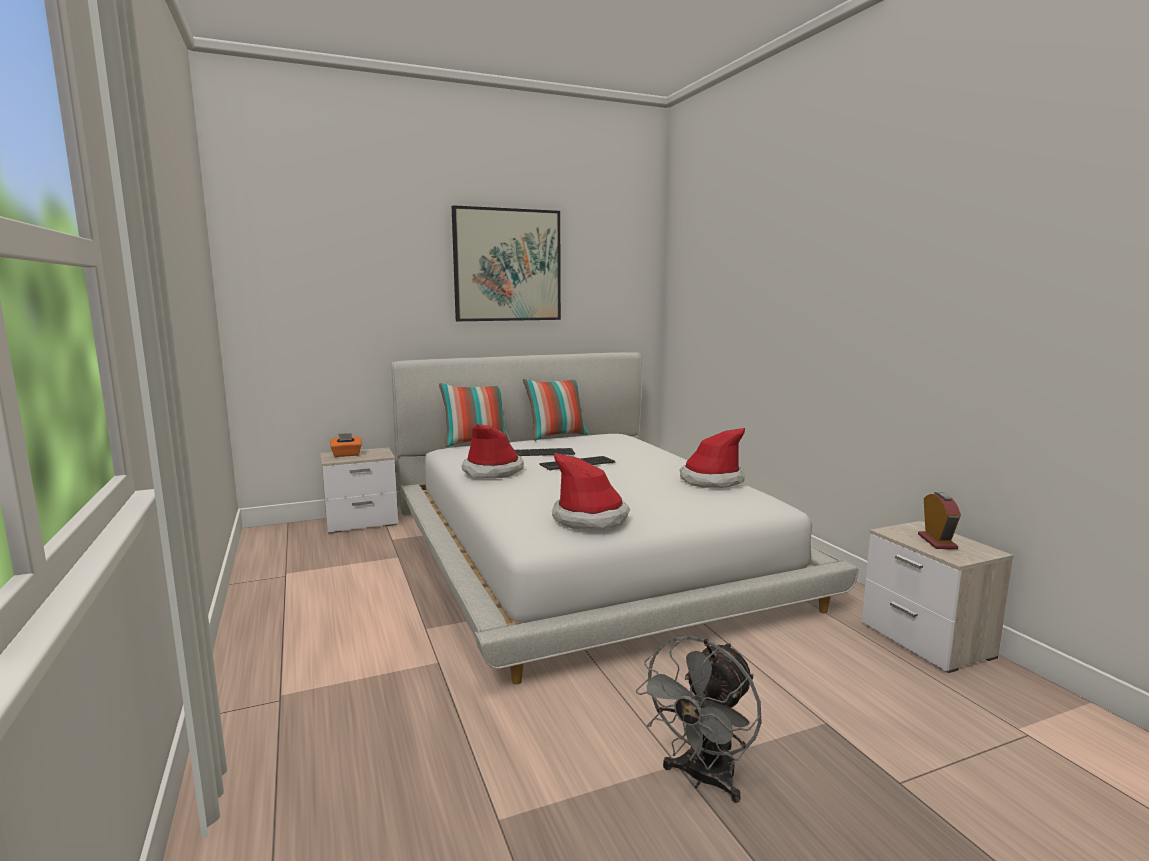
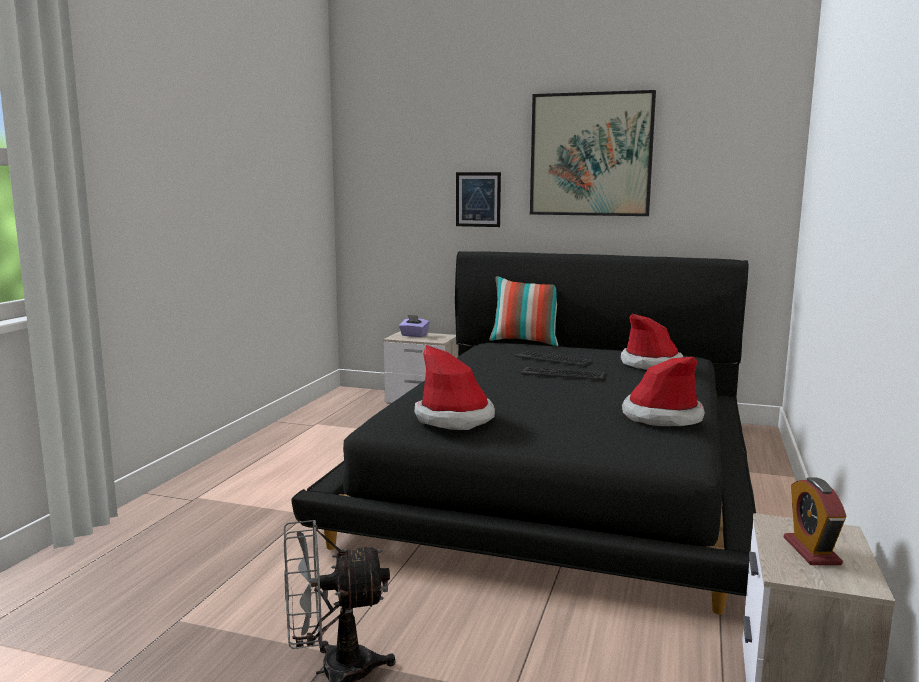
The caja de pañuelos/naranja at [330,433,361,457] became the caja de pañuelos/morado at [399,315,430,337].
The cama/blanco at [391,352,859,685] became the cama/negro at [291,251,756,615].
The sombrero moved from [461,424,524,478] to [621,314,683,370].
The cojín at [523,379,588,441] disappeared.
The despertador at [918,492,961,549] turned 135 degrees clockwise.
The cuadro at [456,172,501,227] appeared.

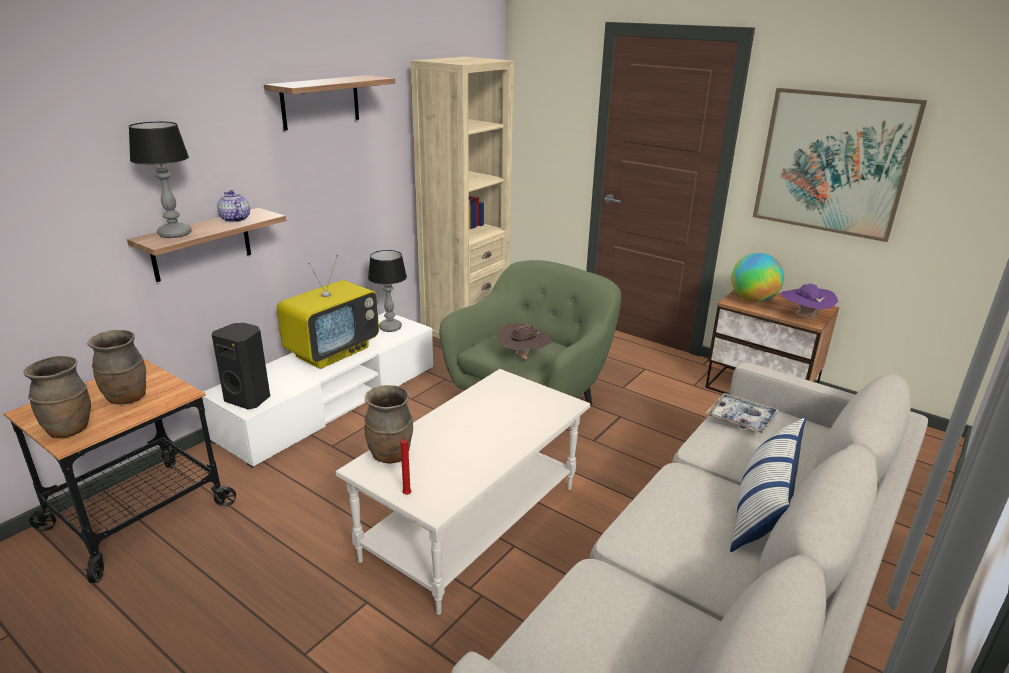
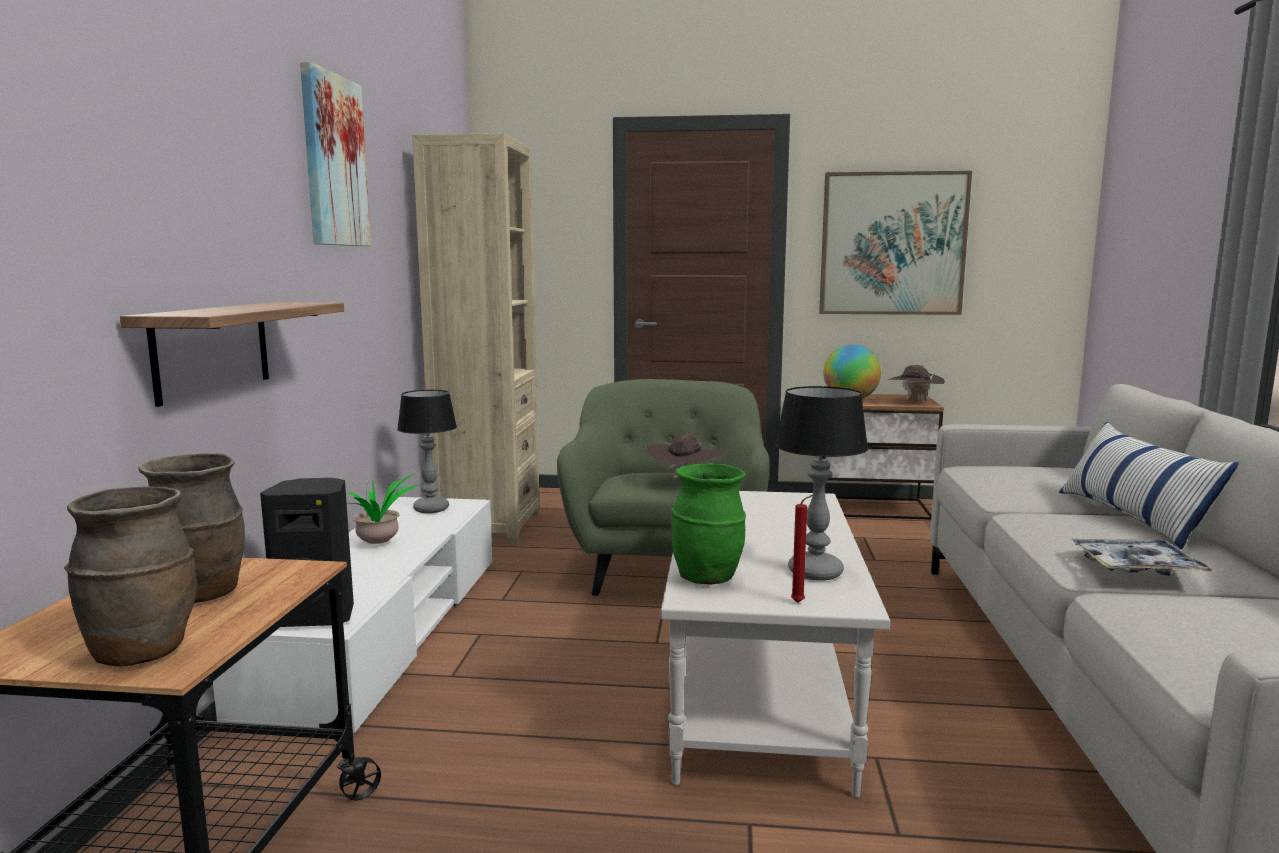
The lámpara de mesa moved from [129,121,192,238] to [775,386,868,581].
The tetera at [217,190,250,222] disappeared.
The estante at [264,75,395,131] was replaced by the cuadro at [300,62,371,246].
The televisor at [277,255,379,369] was replaced by the planta en maceta at [346,474,420,544].
The florero/marrón at [364,385,413,464] became the florero/verde at [671,463,746,584].
The bandeja moved from [705,393,779,434] to [1071,539,1214,576].
The sombrero/morado at [780,284,838,319] became the sombrero/marrón at [887,365,945,403].

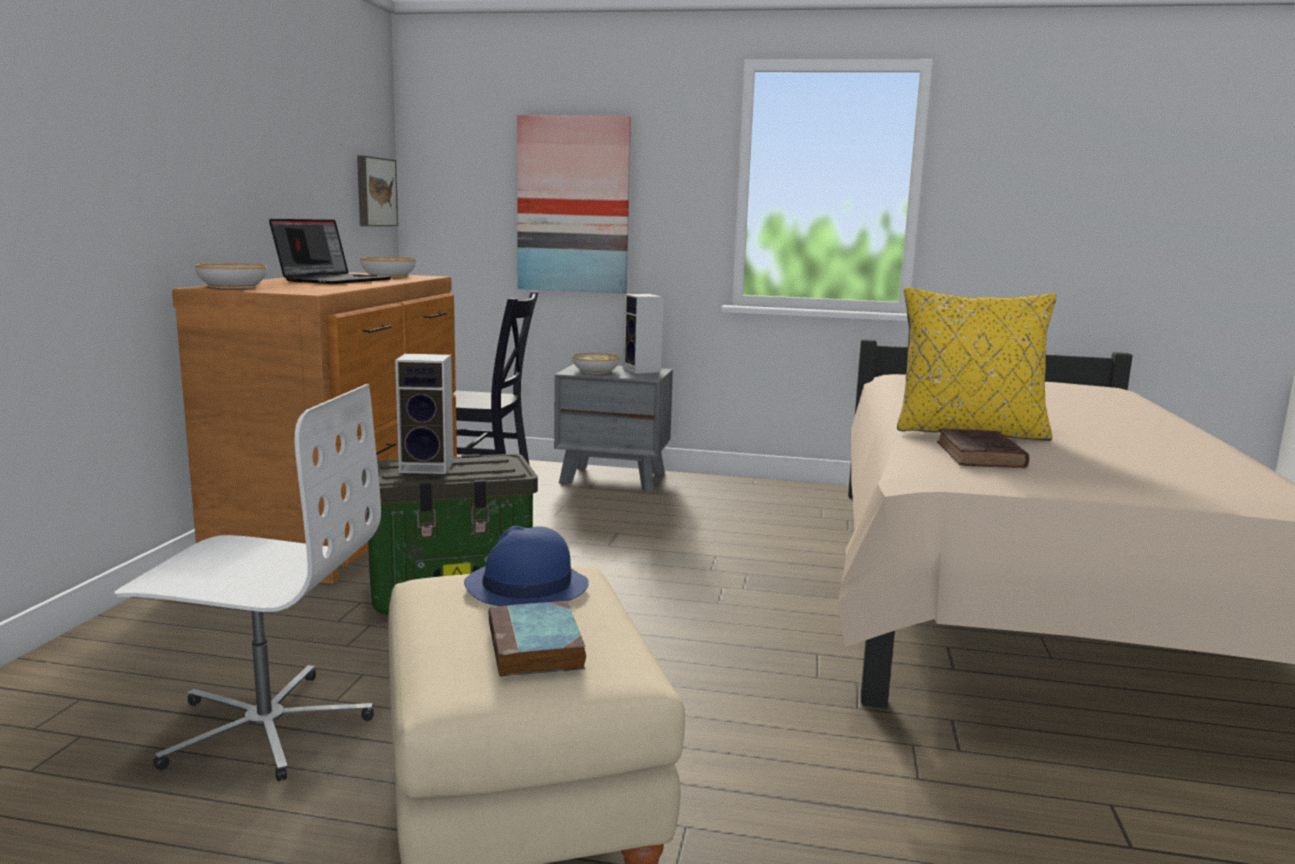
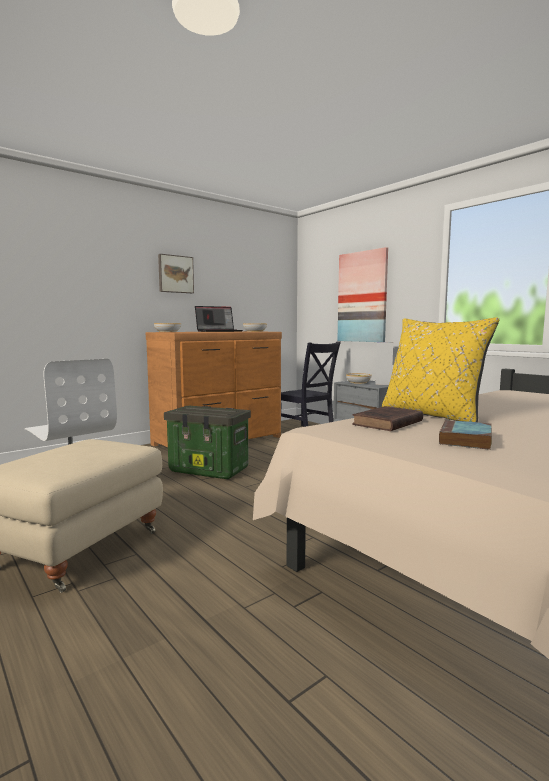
The cuadro moved from [357,155,398,226] to [158,254,194,293].
The altavoz at [395,354,453,474] disappeared.
The sombrero/azul at [464,526,589,606] disappeared.
The libro moved from [489,601,586,677] to [439,420,492,450].

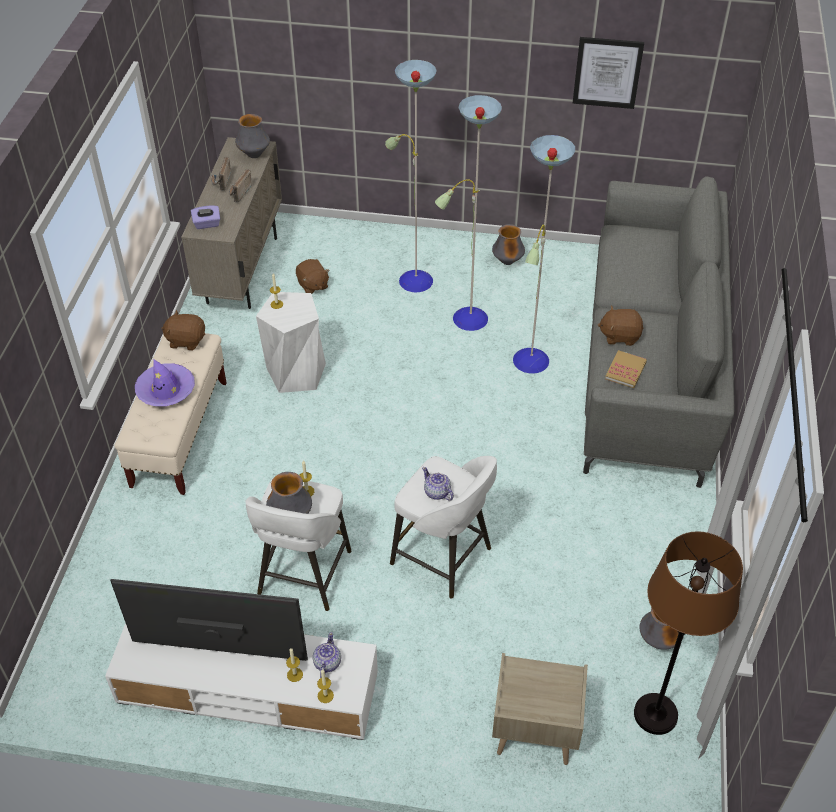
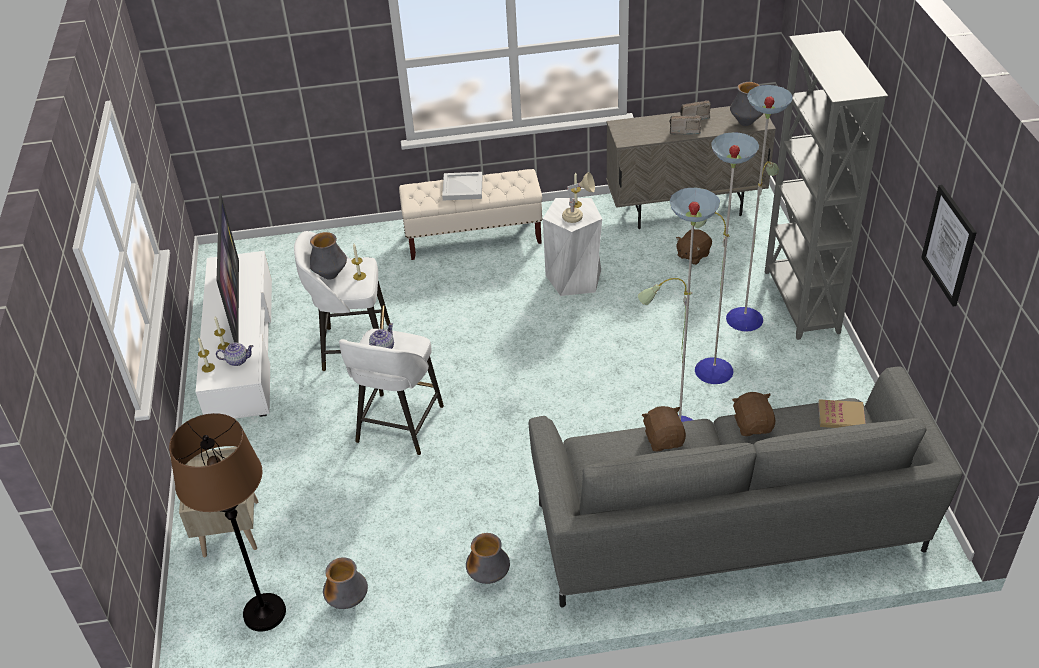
The sombrero/morado at [135,360,195,406] was replaced by the bandeja/blanco at [442,172,483,200].
The peluche/marrón moved from [161,310,205,351] to [732,392,775,436].
The caja de pañuelos/morado at [191,205,220,229] disappeared.
The florero moved from [492,224,525,265] to [466,533,510,584].
The libro moved from [605,350,647,388] to [818,399,866,428].
The lámpara de mesa/beis at [562,172,595,223] appeared.
The estantería/gris at [765,30,888,340] appeared.

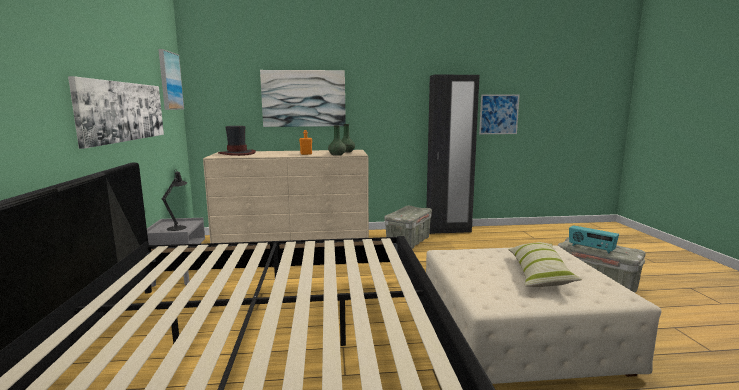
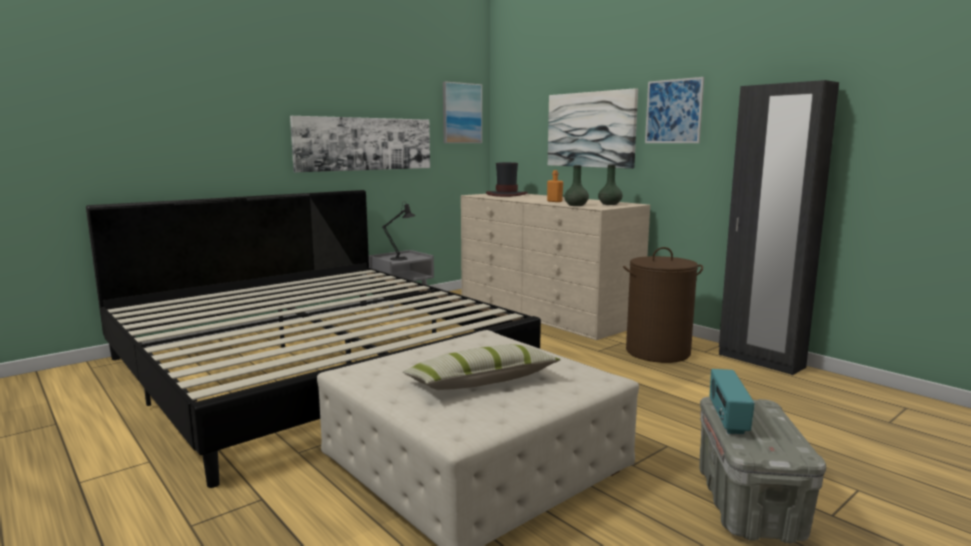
The caja de almacenaje/gris at [384,206,432,249] was replaced by the cesto de la ropa/marrón at [623,247,703,363].
The cuadro moved from [479,94,520,134] to [645,77,704,143].

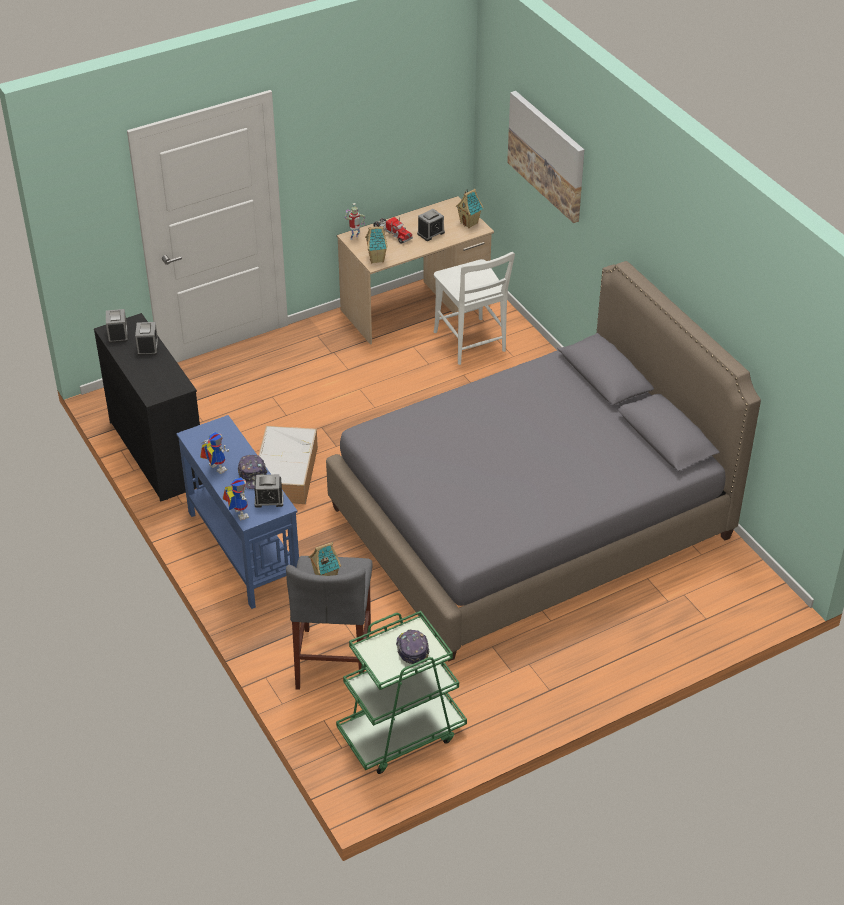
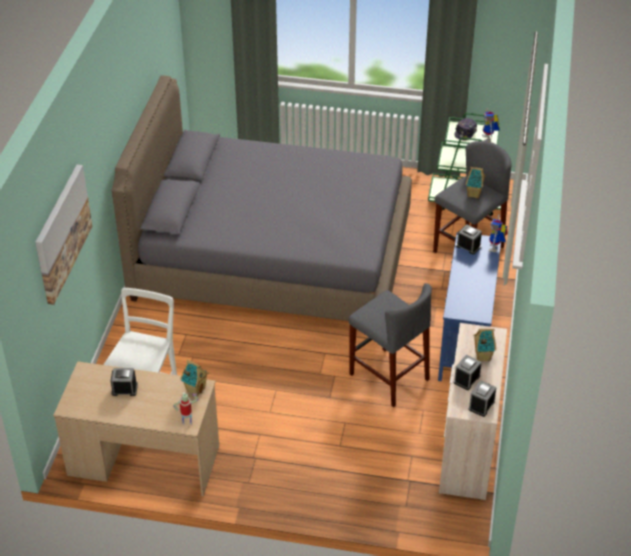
The cómoda/negro at [94,313,203,502] became the cómoda/beis at [439,323,507,500].
The robot de juguete moved from [200,432,229,474] to [482,108,499,142].
The gorra at [238,455,268,489] disappeared.
The caja de almacenaje at [258,426,318,504] was replaced by the taburete/gris at [349,283,432,407].
The camión de juguete at [373,217,413,244] disappeared.
The casita moved from [456,189,484,228] to [473,329,496,361].

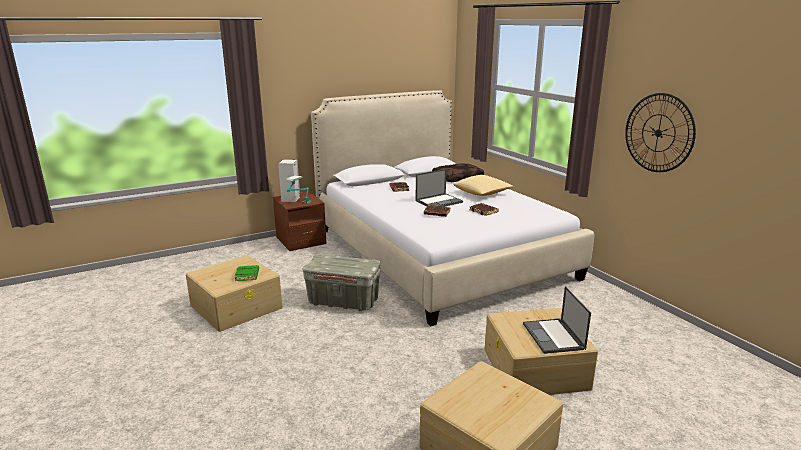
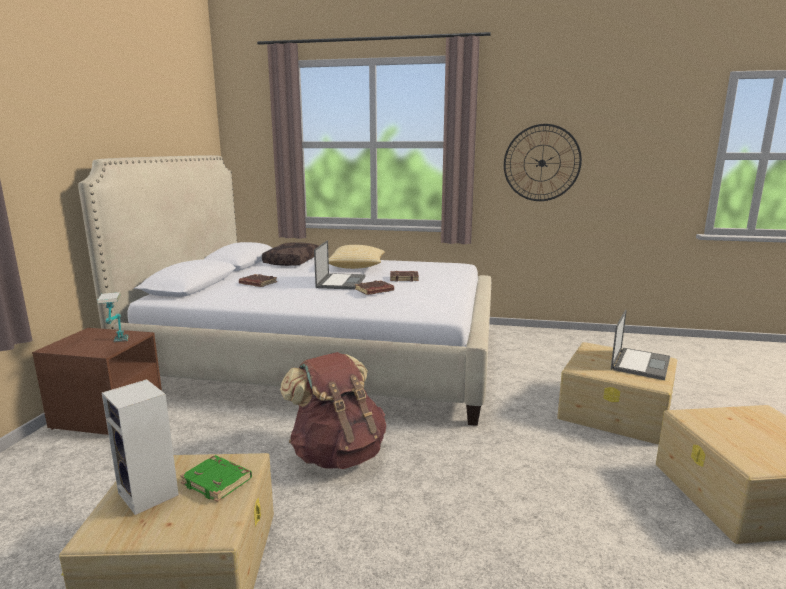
The altavoz moved from [278,159,300,202] to [102,379,179,515].
The caja de almacenaje/gris at [303,254,381,311] was replaced by the mochila/marrón at [280,352,386,469].
The portátil at [523,286,591,354] turned 90 degrees counterclockwise.

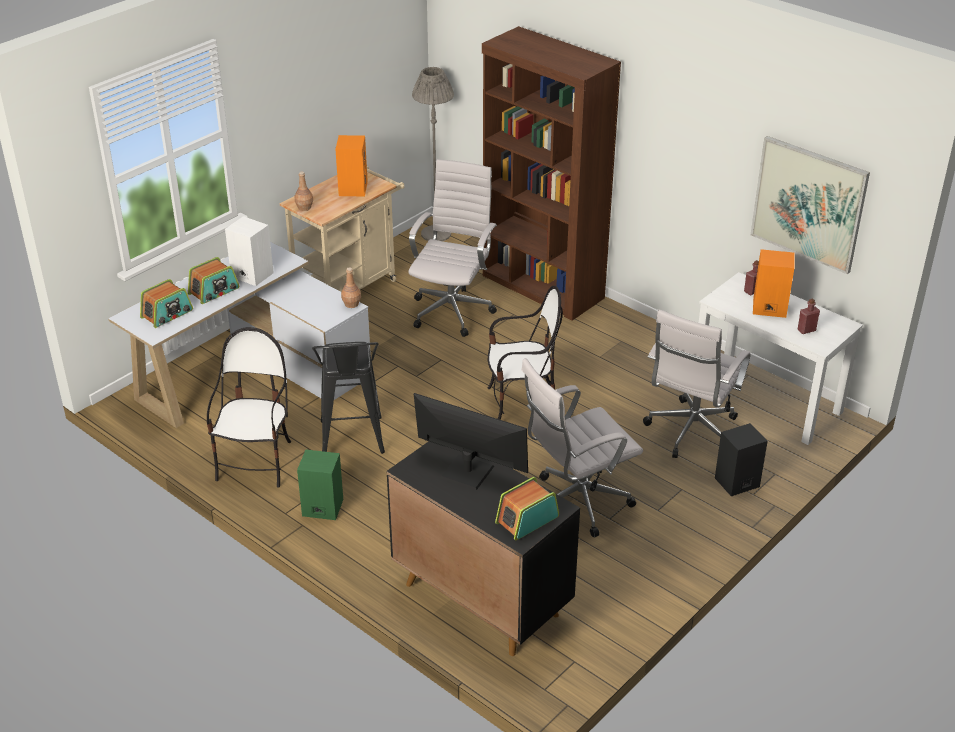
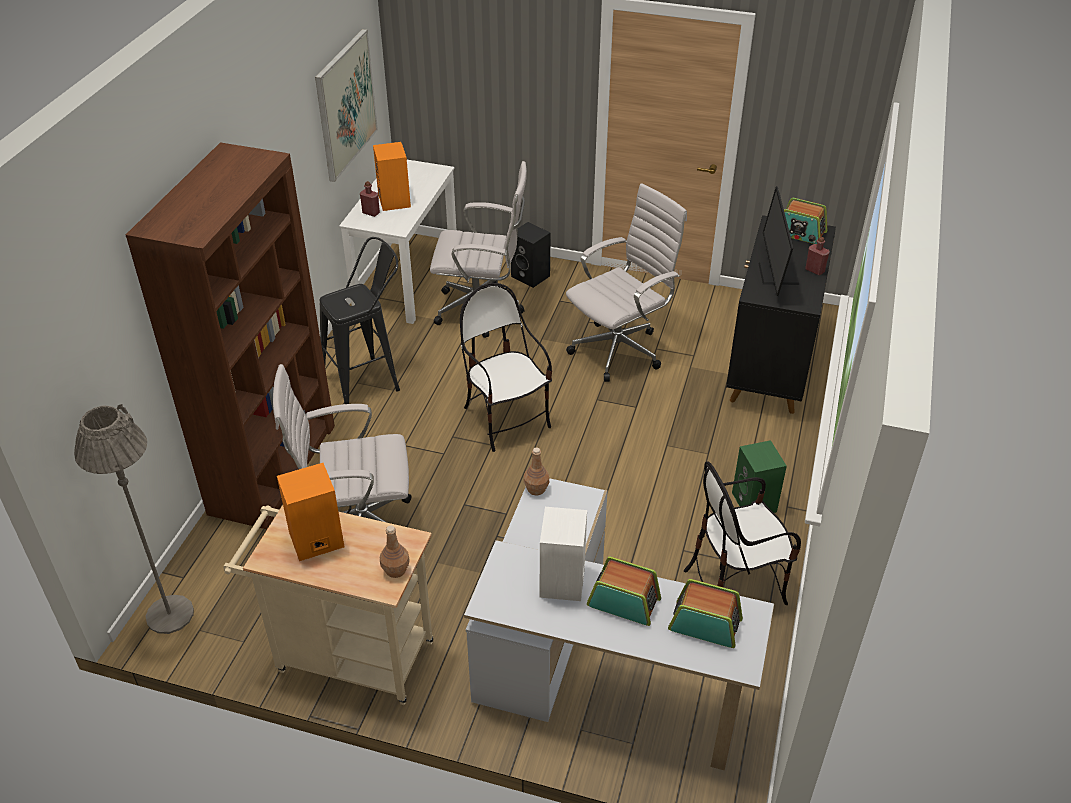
The taburete/negro moved from [312,342,385,454] to [320,237,400,404].
The silla de oficina/blanco at [521,358,643,537] turned 75 degrees counterclockwise.
The botella/rojo moved from [798,299,820,334] to [805,237,830,275].

